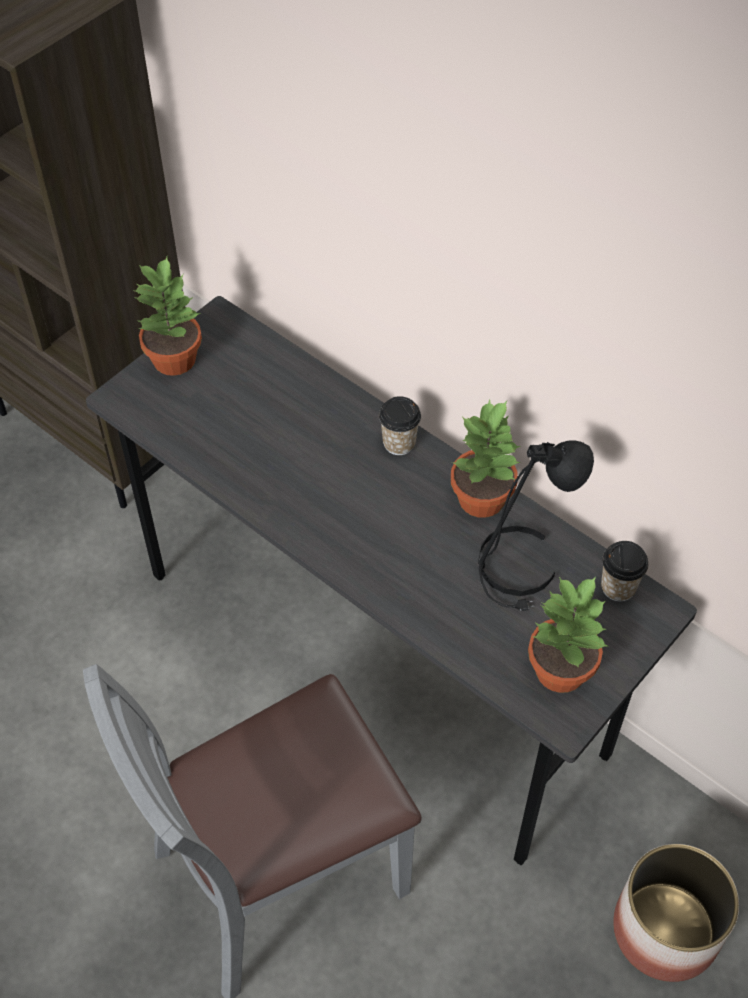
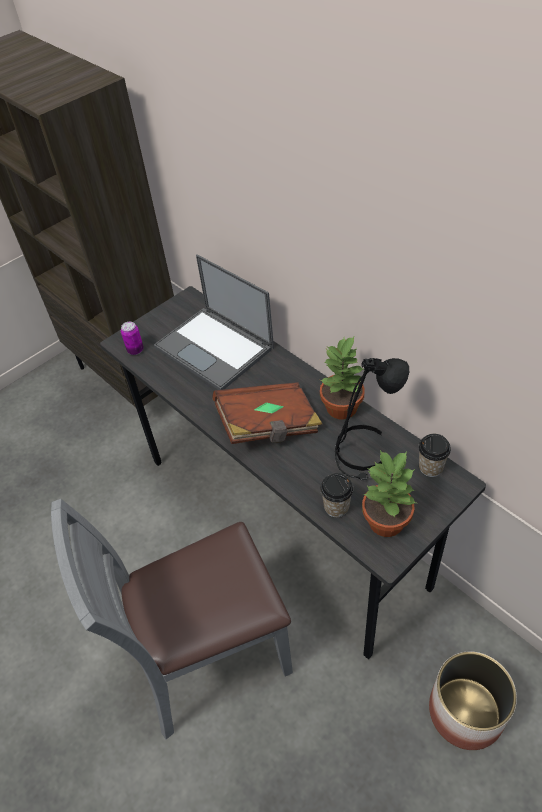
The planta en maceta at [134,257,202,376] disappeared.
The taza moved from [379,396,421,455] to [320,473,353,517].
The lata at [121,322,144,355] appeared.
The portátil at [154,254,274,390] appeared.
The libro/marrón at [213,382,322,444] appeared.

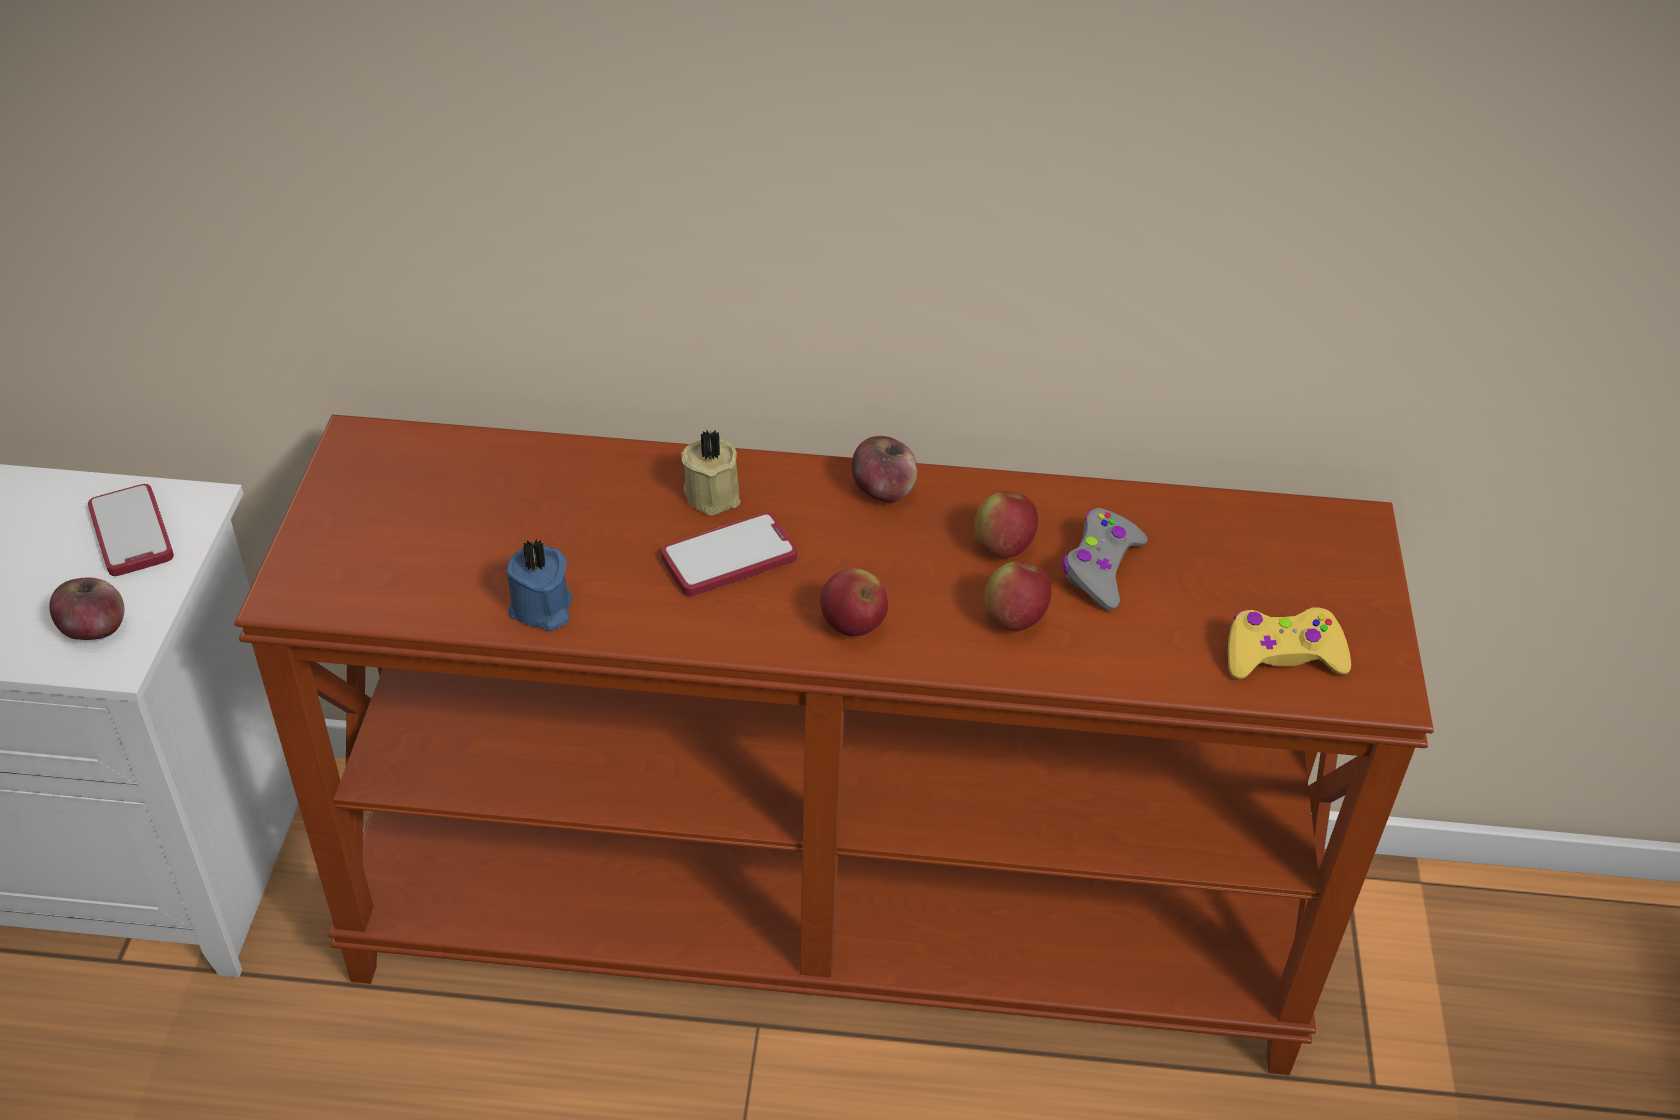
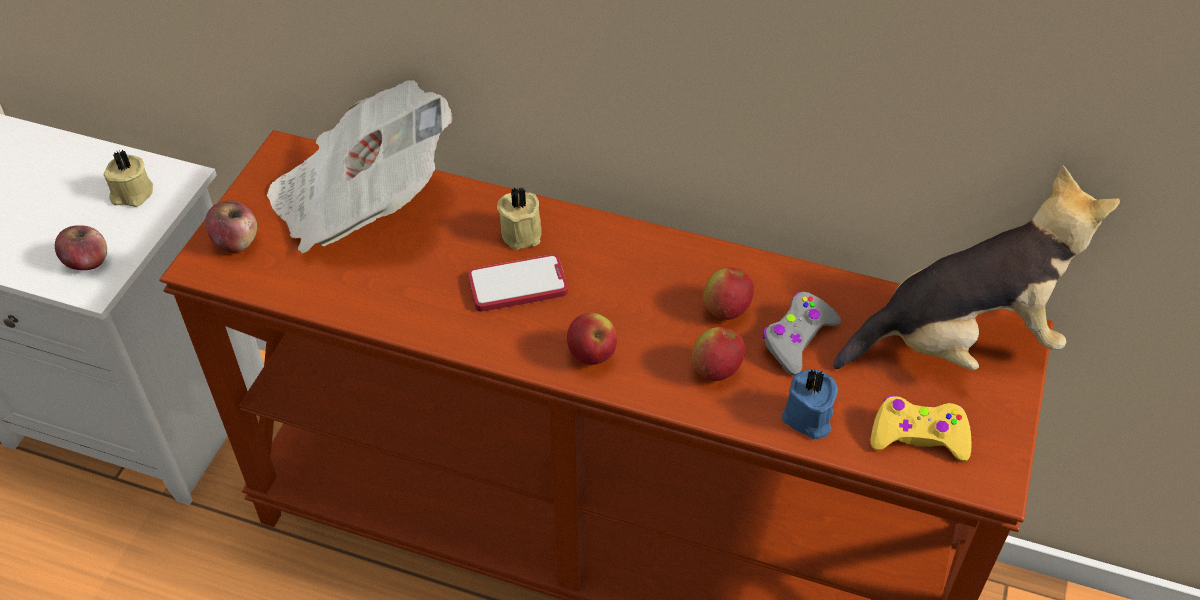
The móvil at [88,484,174,576] was replaced by the vela/beis at [104,150,153,207].
The vela/azul moved from [506,538,573,631] to [782,369,838,439].
The manzana moved from [852,436,917,502] to [205,200,257,253].
The periódico at [267,80,452,253] appeared.
The peluche at [833,165,1120,370] appeared.

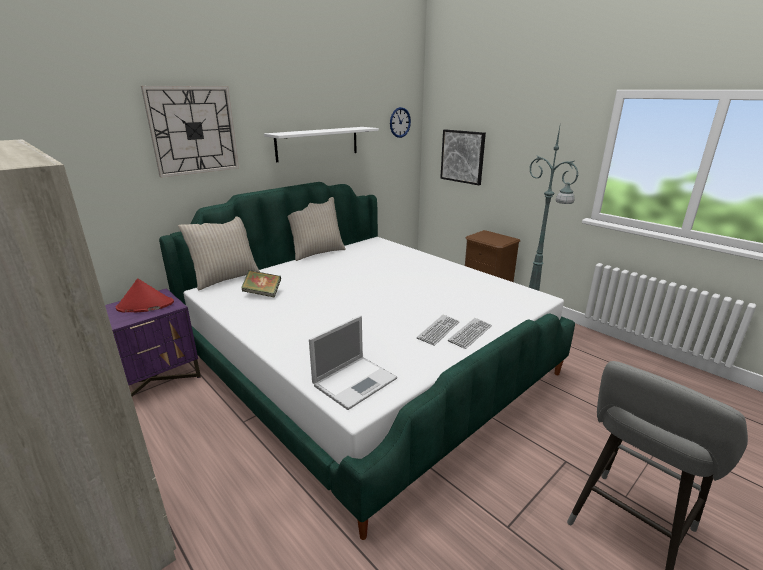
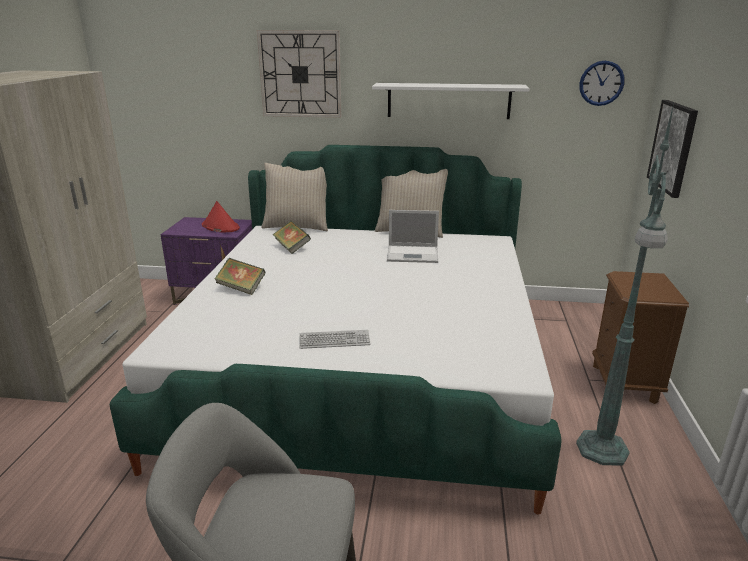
The portátil moved from [309,315,397,410] to [387,210,439,263].
The teclado at [448,318,492,349] disappeared.
The libro at [215,258,265,295] appeared.

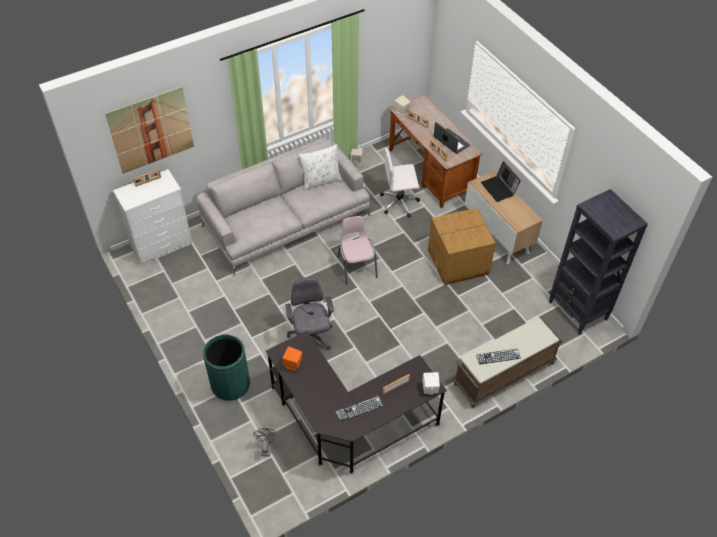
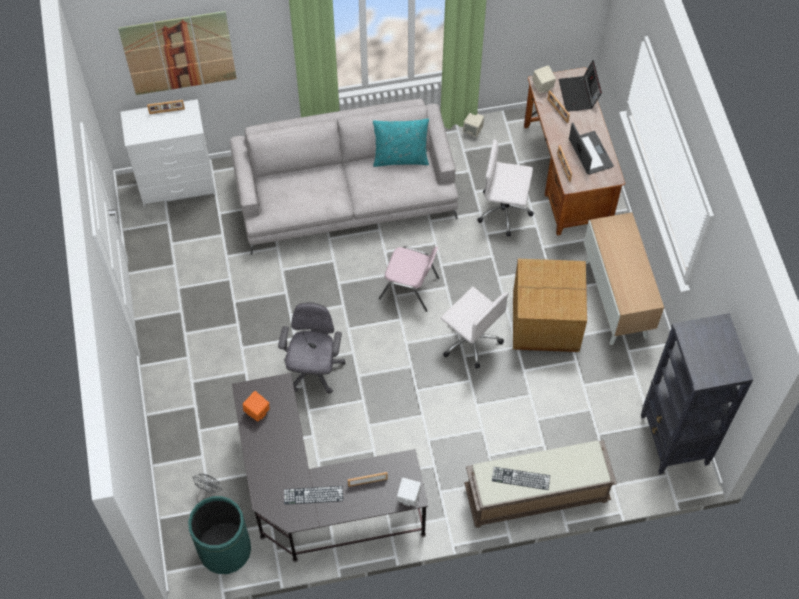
The papelera/verde moved from [203,335,250,401] to [188,496,251,574].
The cojín/blanco at [299,144,342,191] became the cojín/turquesa at [373,118,429,167].
The silla/rosa at [338,216,378,285] turned 105 degrees clockwise.
The portátil moved from [481,161,521,202] to [559,60,602,112].
The silla de oficina/blanco at [441,287,509,369] appeared.

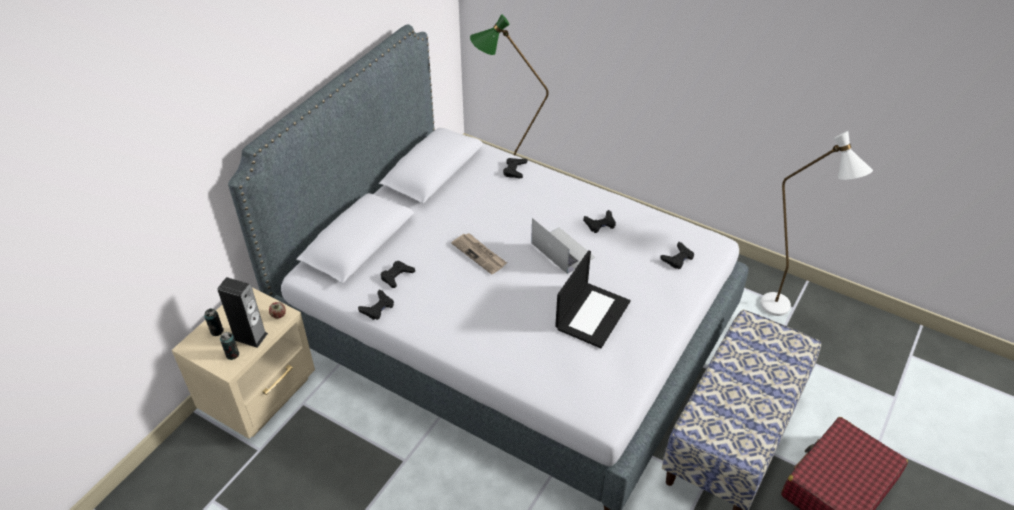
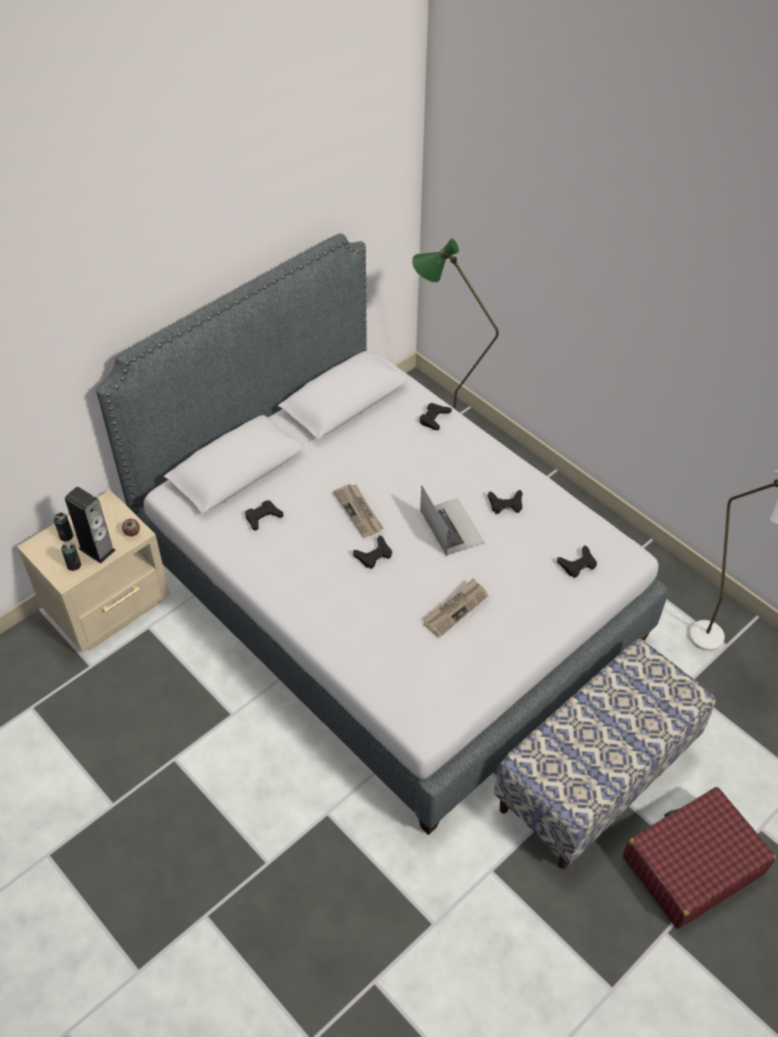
The mando de consola/negro moved from [358,290,394,320] to [353,535,392,569].
The portátil at [555,250,631,348] was replaced by the periódico at [423,578,488,638].

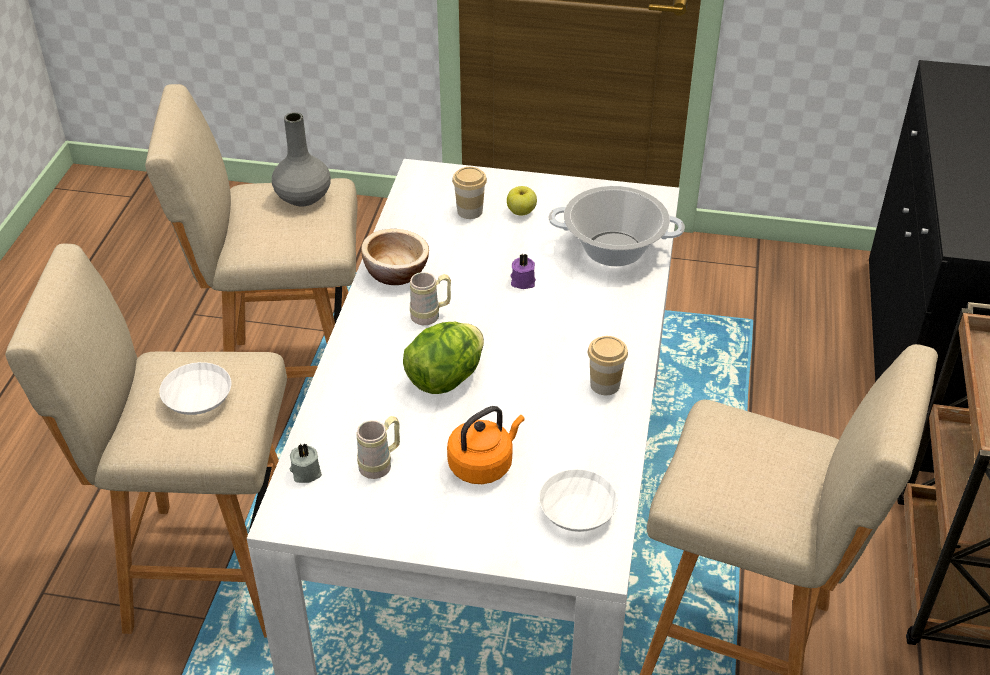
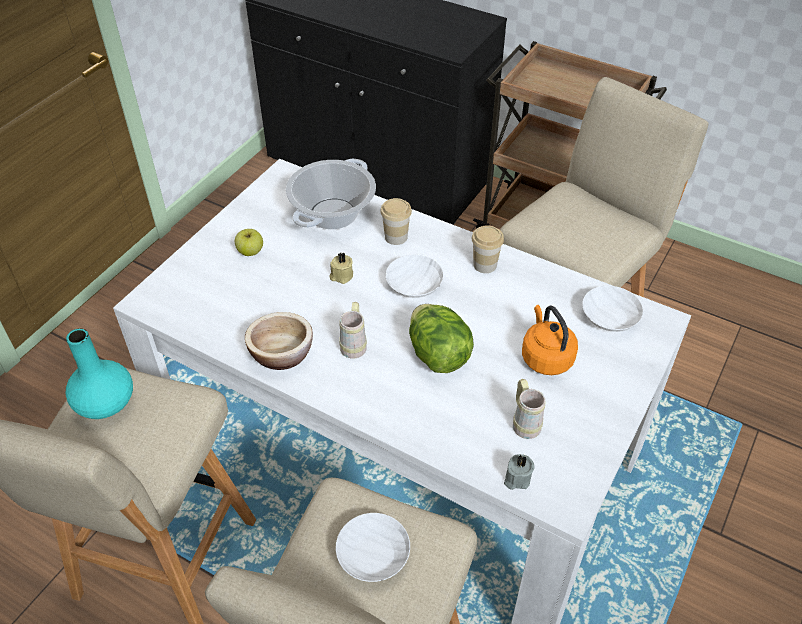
The florero/gris at [272,112,331,207] became the florero/turquesa at [65,328,133,419].
The taza moved from [452,167,487,219] to [380,198,412,245].
The vela/morado at [510,253,536,289] became the vela/beis at [330,253,353,284].
The cuenco/blanco at [385,255,444,298] appeared.

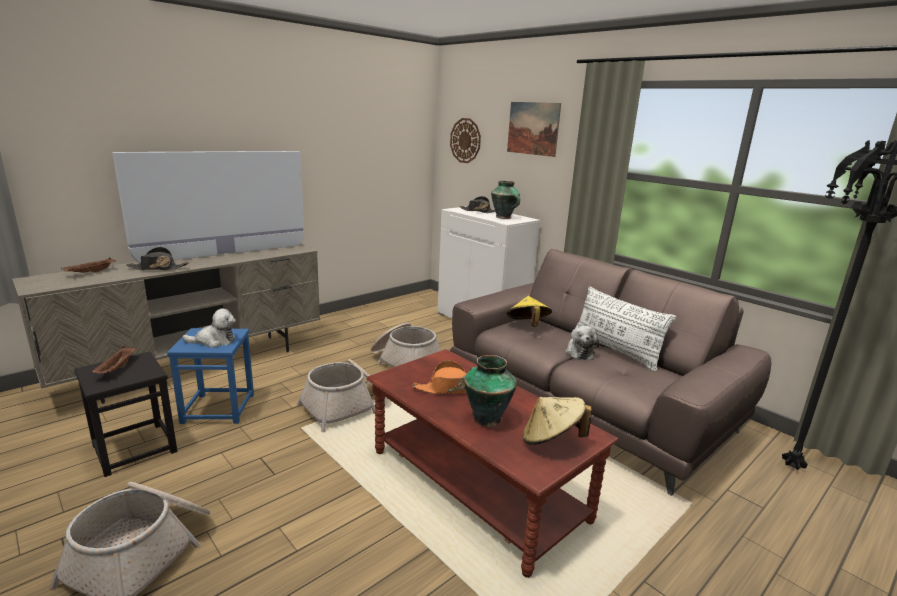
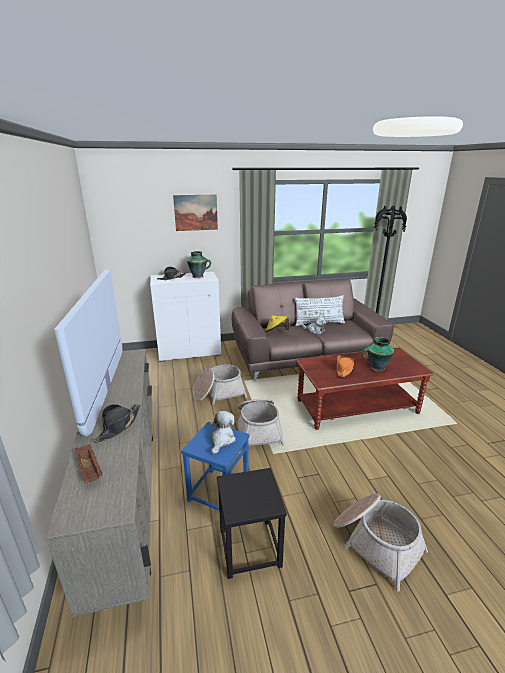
The bandeja/marrón at [91,346,136,374] disappeared.
The reloj de pared at [450,118,481,163] disappeared.
The sombrero/beis at [523,397,592,445] disappeared.

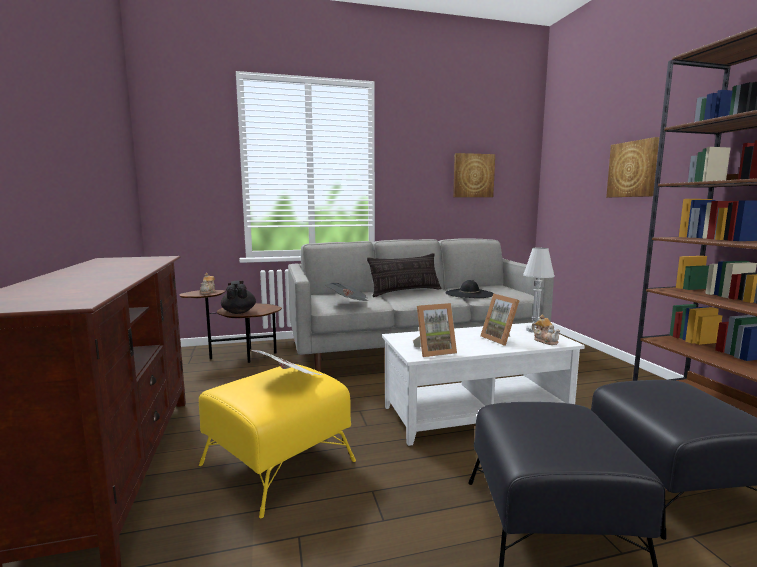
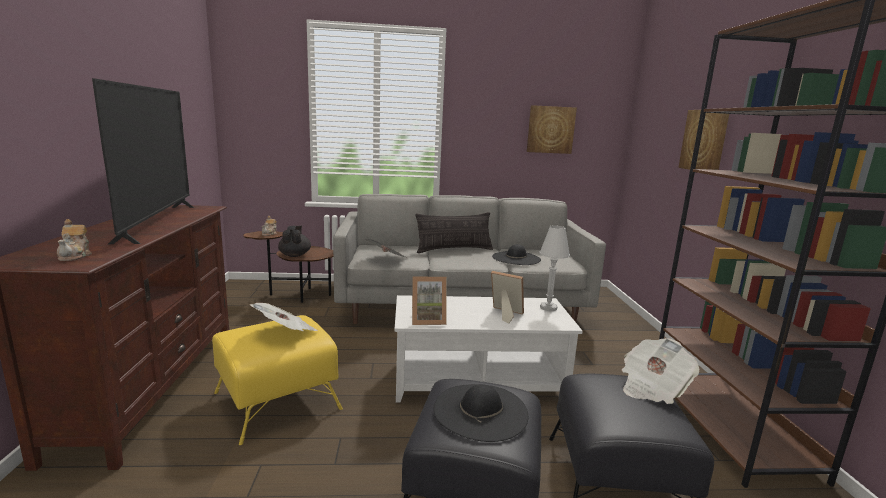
The portarretratos at [480,293,520,346] turned 135 degrees clockwise.
The tetera moved from [532,315,560,345] to [57,219,92,261].
The televisor at [92,78,194,244] appeared.
The sombrero/negro at [433,384,528,442] appeared.
The periódico at [622,338,699,404] appeared.

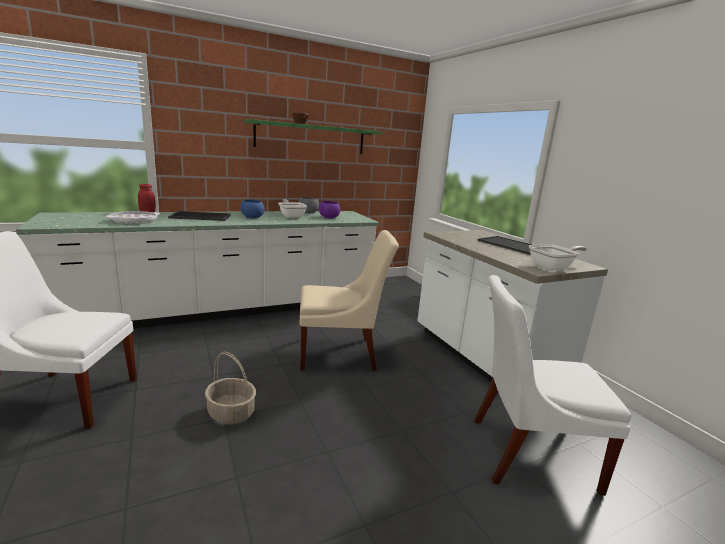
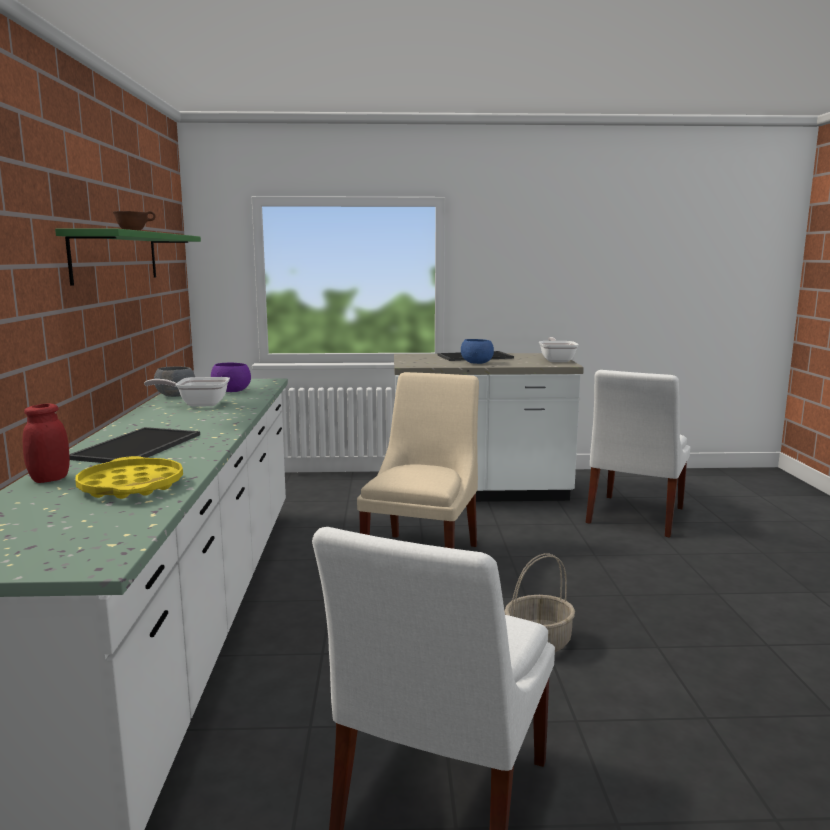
The bandeja/blanco at [106,211,160,224] became the bandeja/amarillo at [75,456,183,499].
The cuenco/azul moved from [240,199,264,218] to [461,339,494,364].

